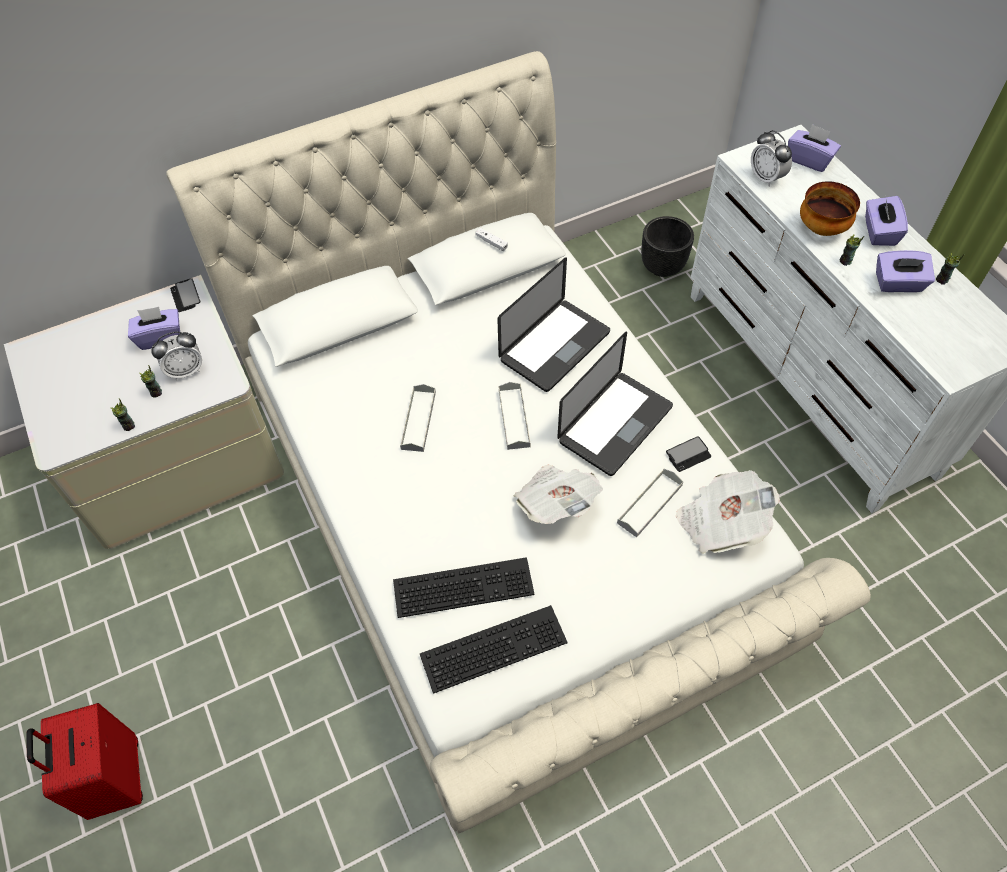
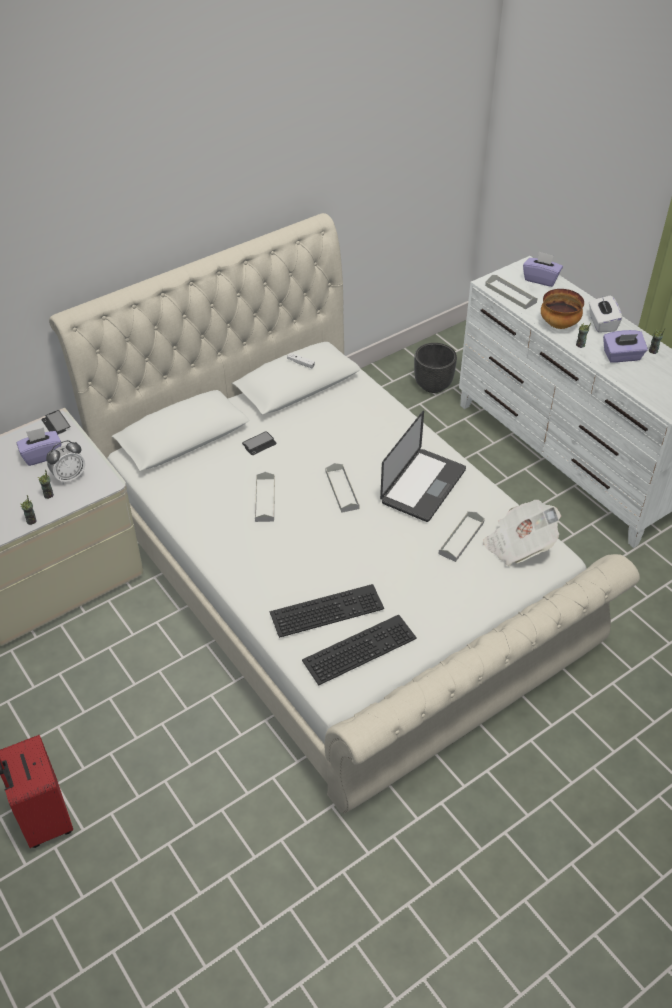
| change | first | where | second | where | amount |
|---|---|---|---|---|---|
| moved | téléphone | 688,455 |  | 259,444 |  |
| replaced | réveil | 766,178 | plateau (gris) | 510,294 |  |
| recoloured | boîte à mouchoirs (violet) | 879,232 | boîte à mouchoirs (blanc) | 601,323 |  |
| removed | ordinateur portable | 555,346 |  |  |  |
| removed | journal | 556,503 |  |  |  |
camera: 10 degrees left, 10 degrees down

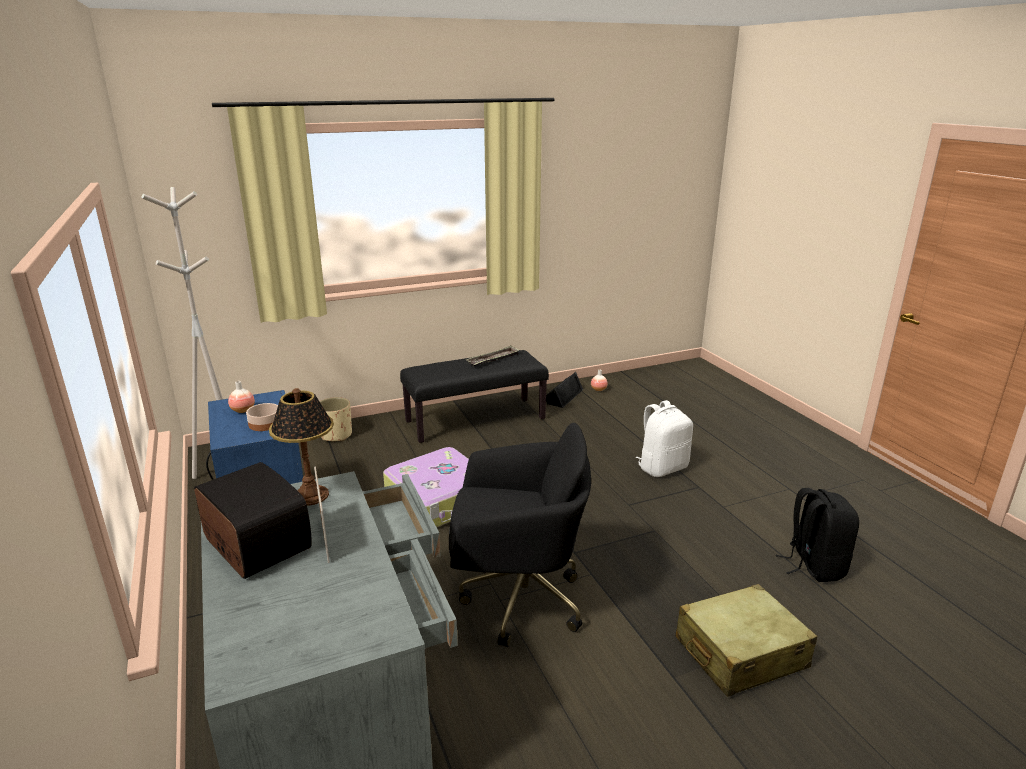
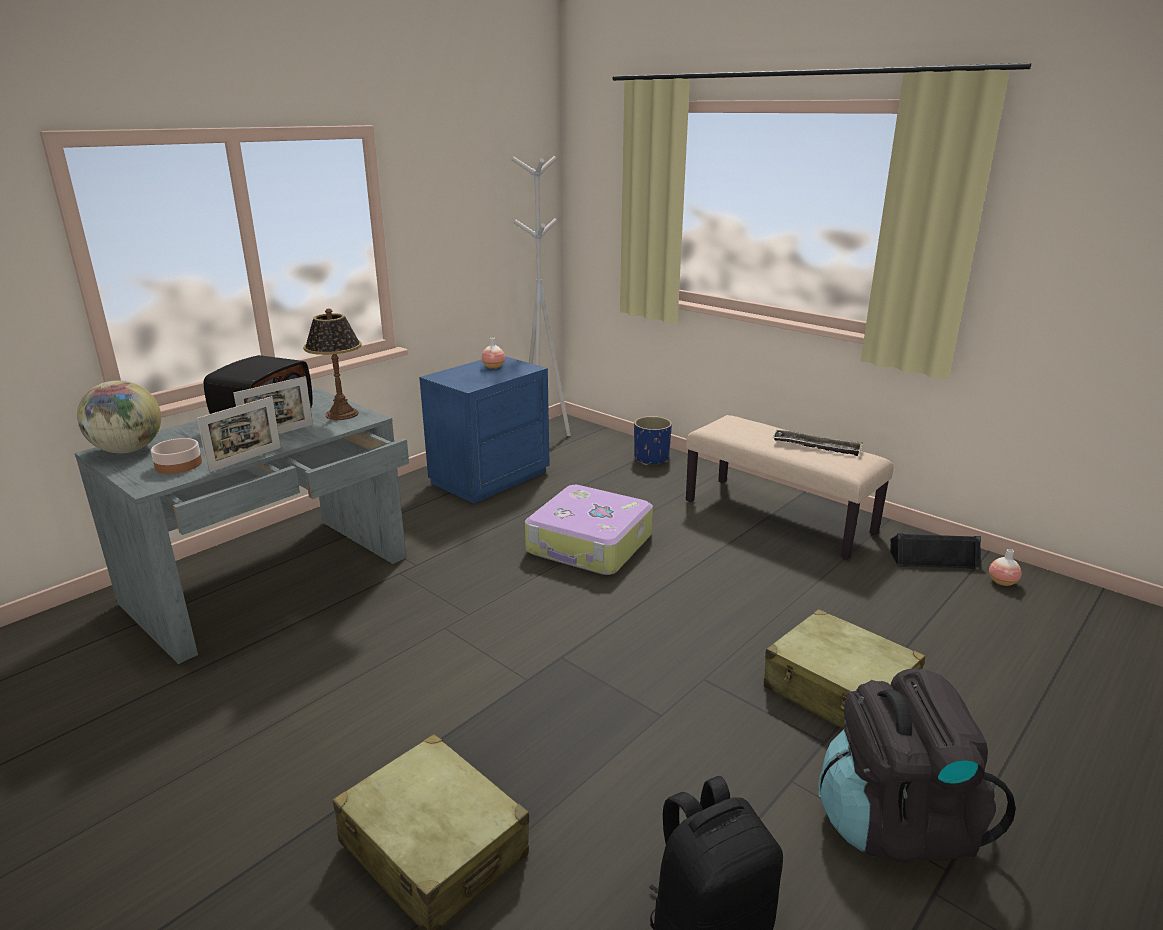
| change | first | where | second | where | amount |
|---|---|---|---|---|---|
| added |  |  | globe | 128,450 |  |
| moved | bol | 265,423 |  | 179,465 |  |
| added |  |  | cadre photo | 245,459 |  |
| recoloured | cache-pot (beige) | 336,435 | cache-pot (bleu) | 651,459 |  |
| recoloured | banc (noir) | 475,419 | banc (beige) | 779,516 |  |
| replaced | sac à dos (blanc) | 662,467 | valise (beige) | 839,692 |  |
| added |  |  | sac à dos (noir) | 897,823 |  |
| removed | chaise de bureau (noir) | 517,602 |  |  |  |
camera: 65 degrees right, 0 degrees up

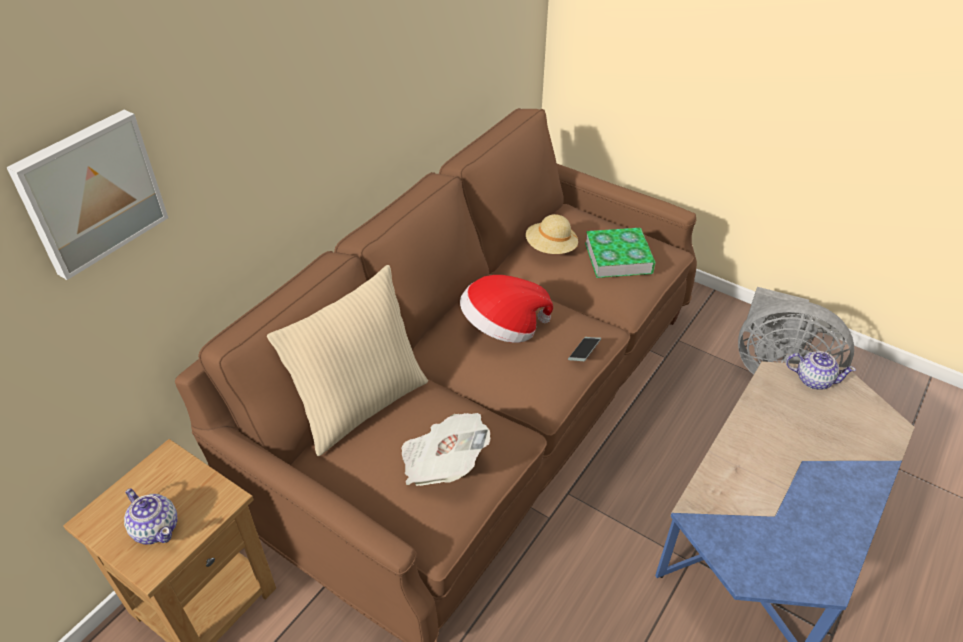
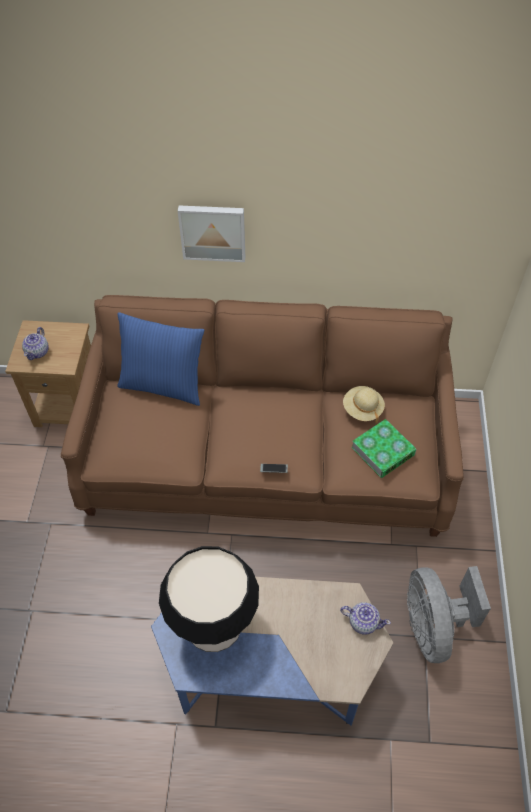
| change | first | where | second | where | amount |
|---|---|---|---|---|---|
| recoloured | coussin (beige) | 360,404 | coussin (bleu) | 163,385 |  |
| added |  |  | lampe de table | 213,624 |  |
| moved | tableau | 90,192 |  | 213,231 |  |
| turned | théière | 813,379 |  | 363,622 | 60 degrees counterclockwise |
| removed | journal | 442,463 |  |  |  |
| removed | chapeau | 502,328 |  |  |  |
camera: 60 degrees right, 10 degrees up

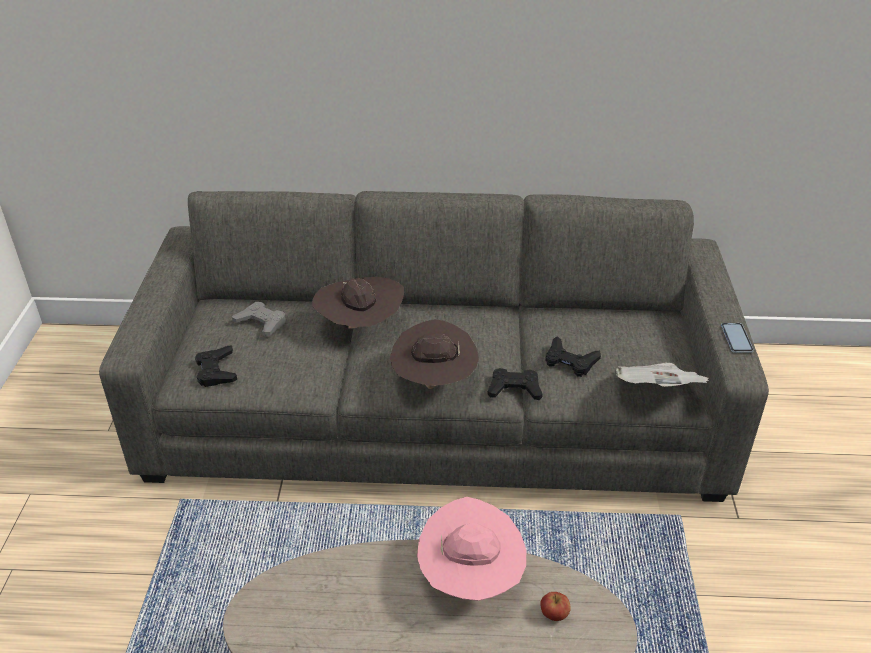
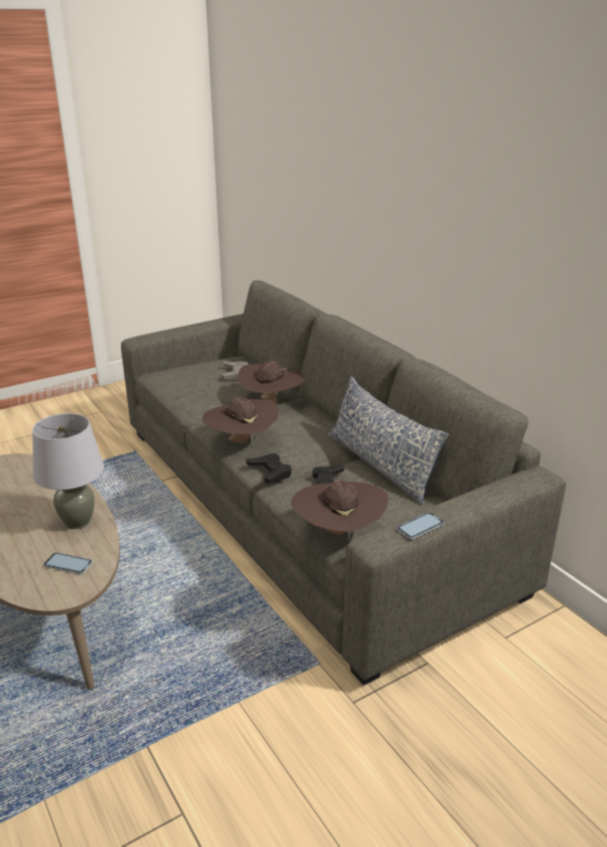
| change | first | where | second | where | amount |
|---|---|---|---|---|---|
| replaced | chapeau (rose) | 471,578 | lampe de table (gris) | 78,522 |  |
| replaced | pomme | 554,615 | téléphone | 68,564 |  |
| replaced | journal | 657,393 | chapeau (marron) | 339,532 |  |
| added |  |  | coussin | 380,465 |  |
| removed | manette (noir) | 216,371 |  |  |  |
camera: 55 degrees right, 10 degrees down

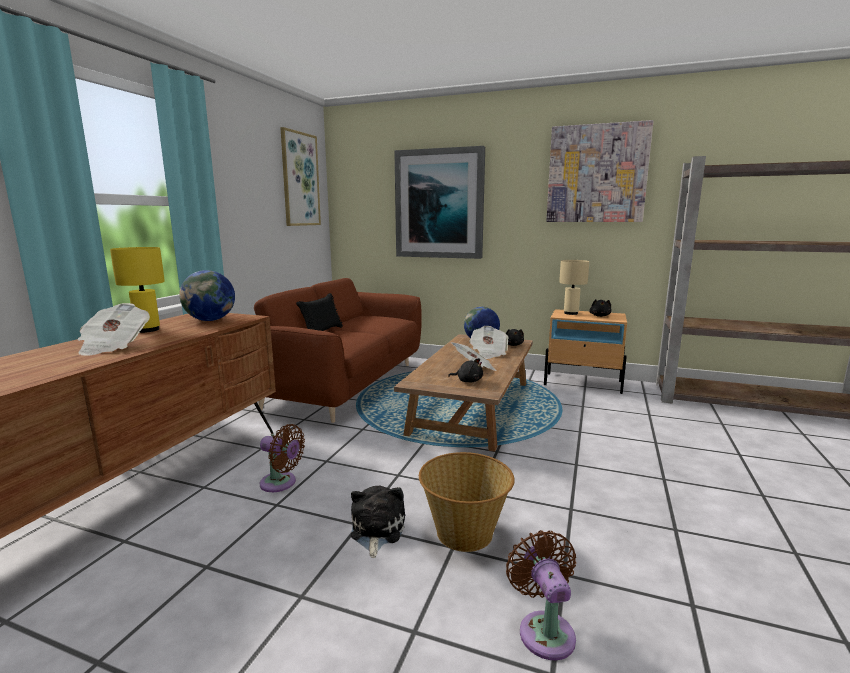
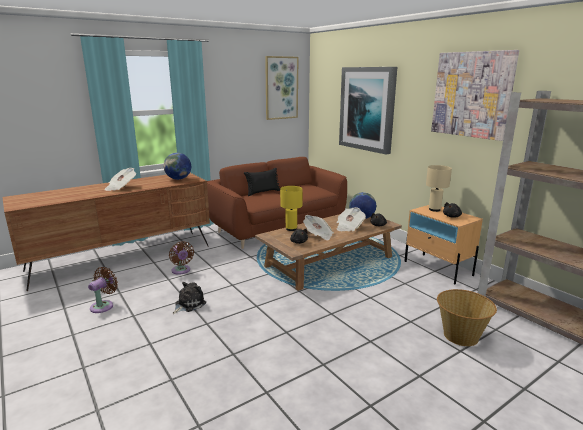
| change | first | where | second | where | amount |
|---|---|---|---|---|---|
| moved | ventilateur (marron) | 544,629 |  | 104,306 |  |
| moved | lampe de table (jaune) | 148,330 |  | 291,229 |  |
| moved | panier | 464,533 |  | 460,336 |  |
camera: 35 degrees right, 5 degrees up

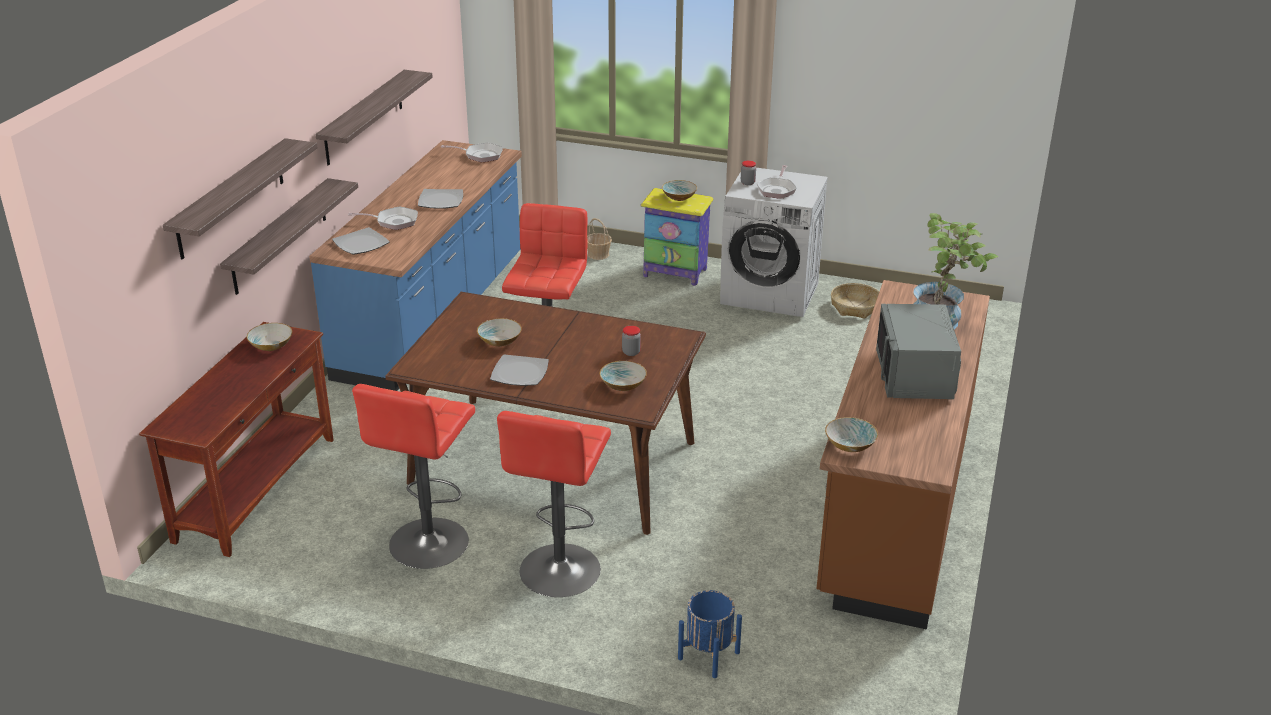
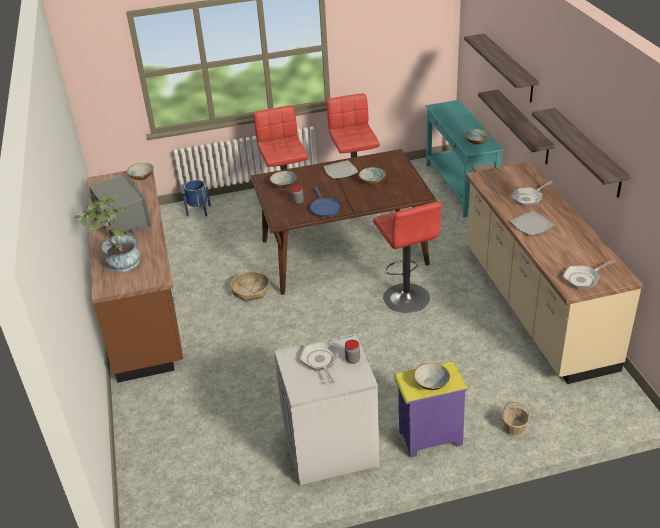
| change | first | where | second | where | amount |
|---|---|---|---|---|---|
| moved | panier | 855,307 |  | 250,291 |  |
| added |  |  | poêle (bleu) | 325,208 |  |
| recoloured | table console (marron) | 256,488 | table console (turquoise) | 460,187 |  |
| recoloured | comptoir de cuisine (bleu) | 433,317 | comptoir de cuisine (beige) | 535,307 |  |
| removed | assiette | 361,244 |  |  |  |
camera: 150 degrees right, 5 degrees up

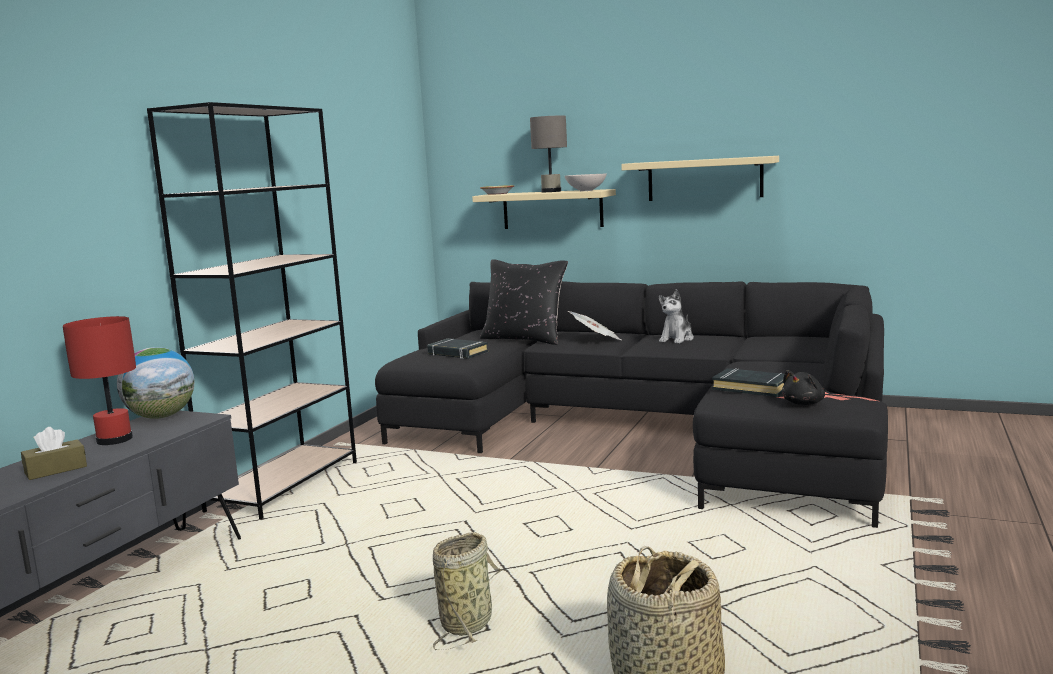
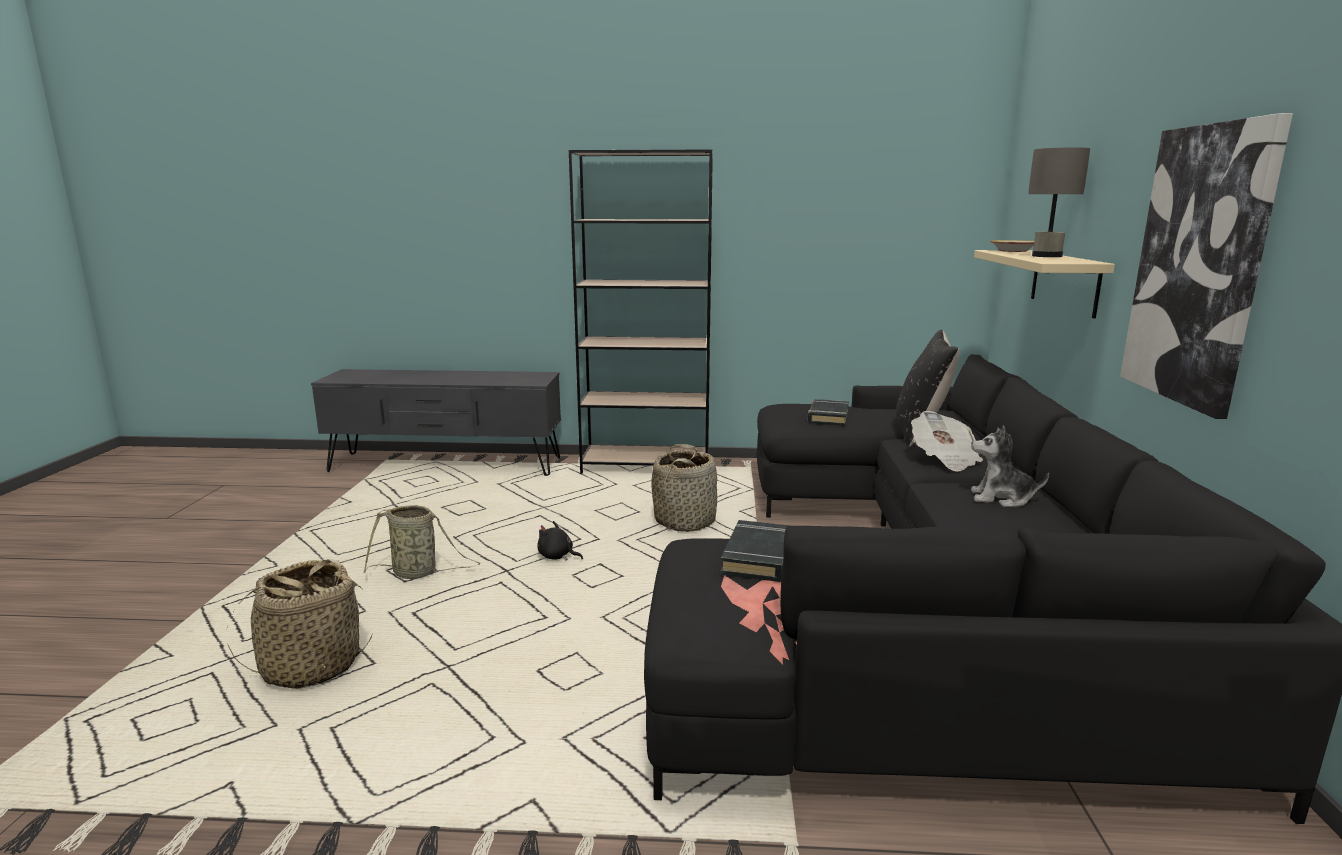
| change | first | where | second | where | amount |
|---|---|---|---|---|---|
| moved | peluche (noir) | 804,403 |  | 557,556 |  |
| added |  |  | panier | 685,521 |  |
| replaced | étagère (beige) | 704,179 | tableau | 1199,266 |  |
| removed | boîte à mouchoirs (marron) | 56,470 |  |  |  |
| removed | lampe de table (rouge) | 115,439 |  |  |  |
| removed | globe | 161,417 |  |  |  |
| removed | bol (blanc) | 585,191 |  |  |  |
camera: 70 degrees right, 5 degrees up

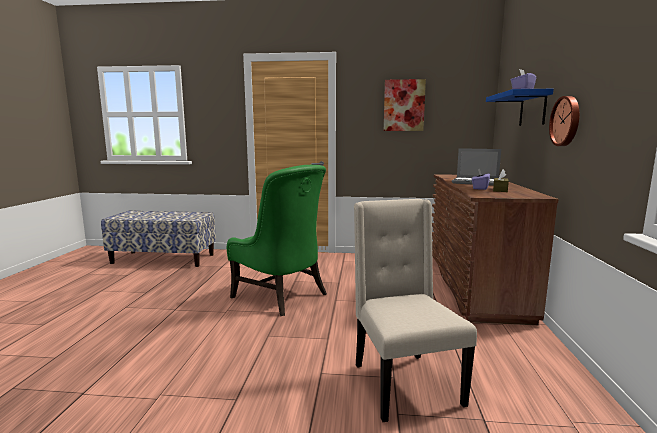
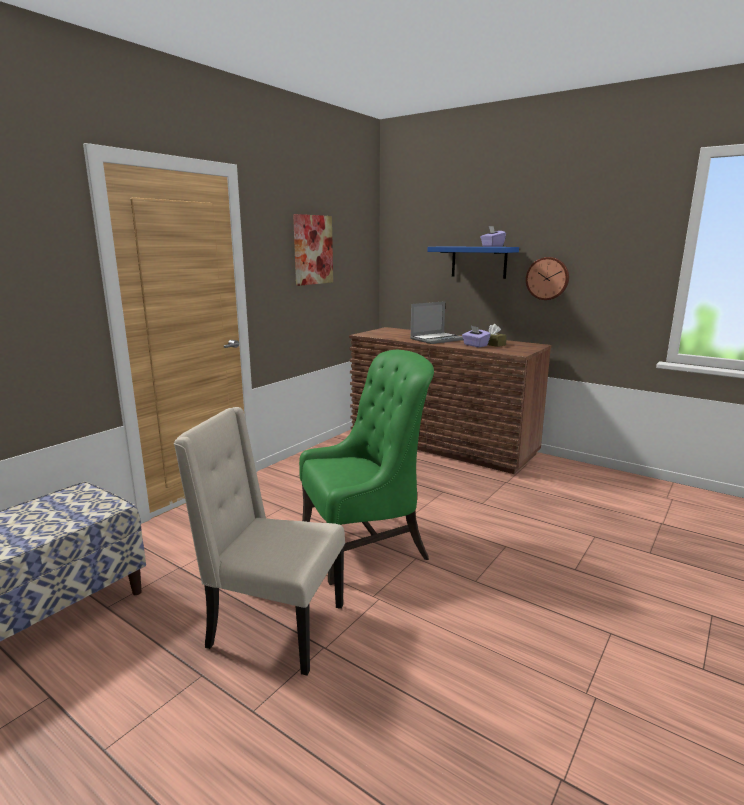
| change | first | where | second | where | amount |
|---|---|---|---|---|---|
| moved | chaise (beige) | 403,383 |  | 273,627 |  |
camera: 60 degrees left, 5 degrees up

